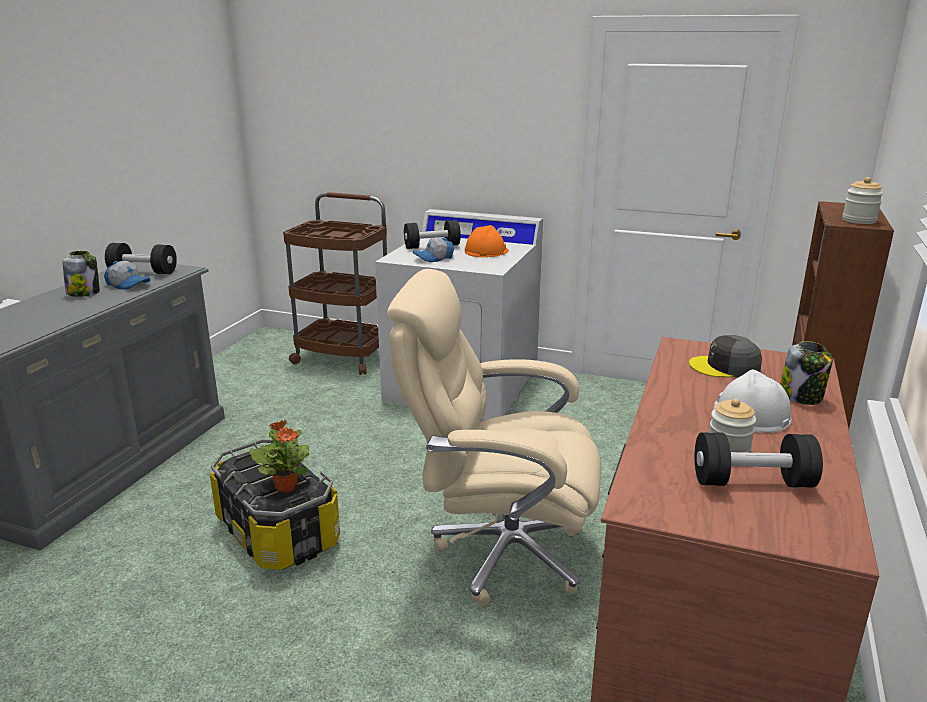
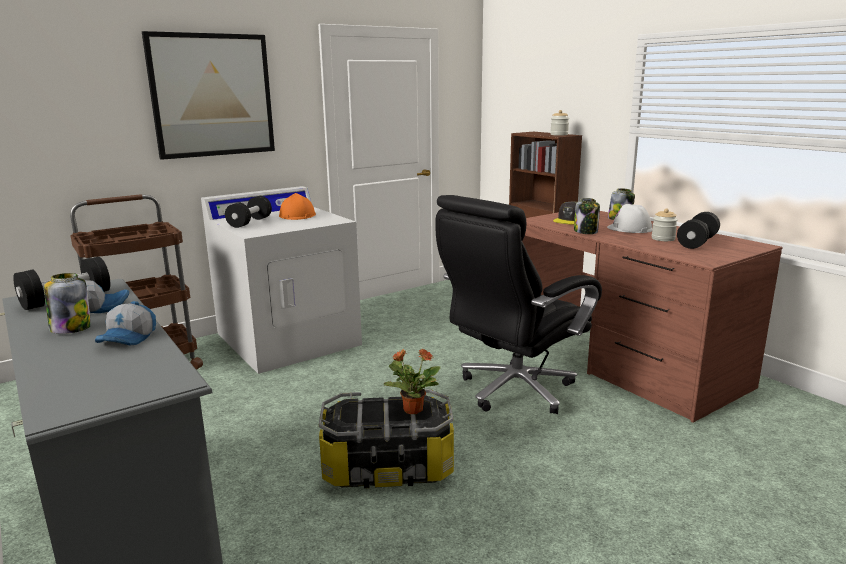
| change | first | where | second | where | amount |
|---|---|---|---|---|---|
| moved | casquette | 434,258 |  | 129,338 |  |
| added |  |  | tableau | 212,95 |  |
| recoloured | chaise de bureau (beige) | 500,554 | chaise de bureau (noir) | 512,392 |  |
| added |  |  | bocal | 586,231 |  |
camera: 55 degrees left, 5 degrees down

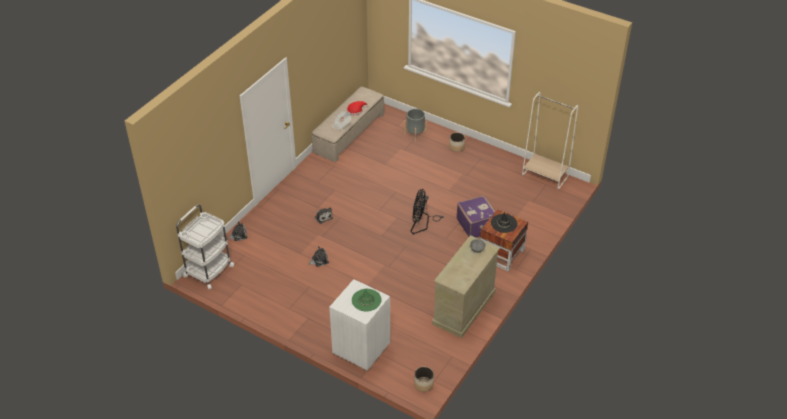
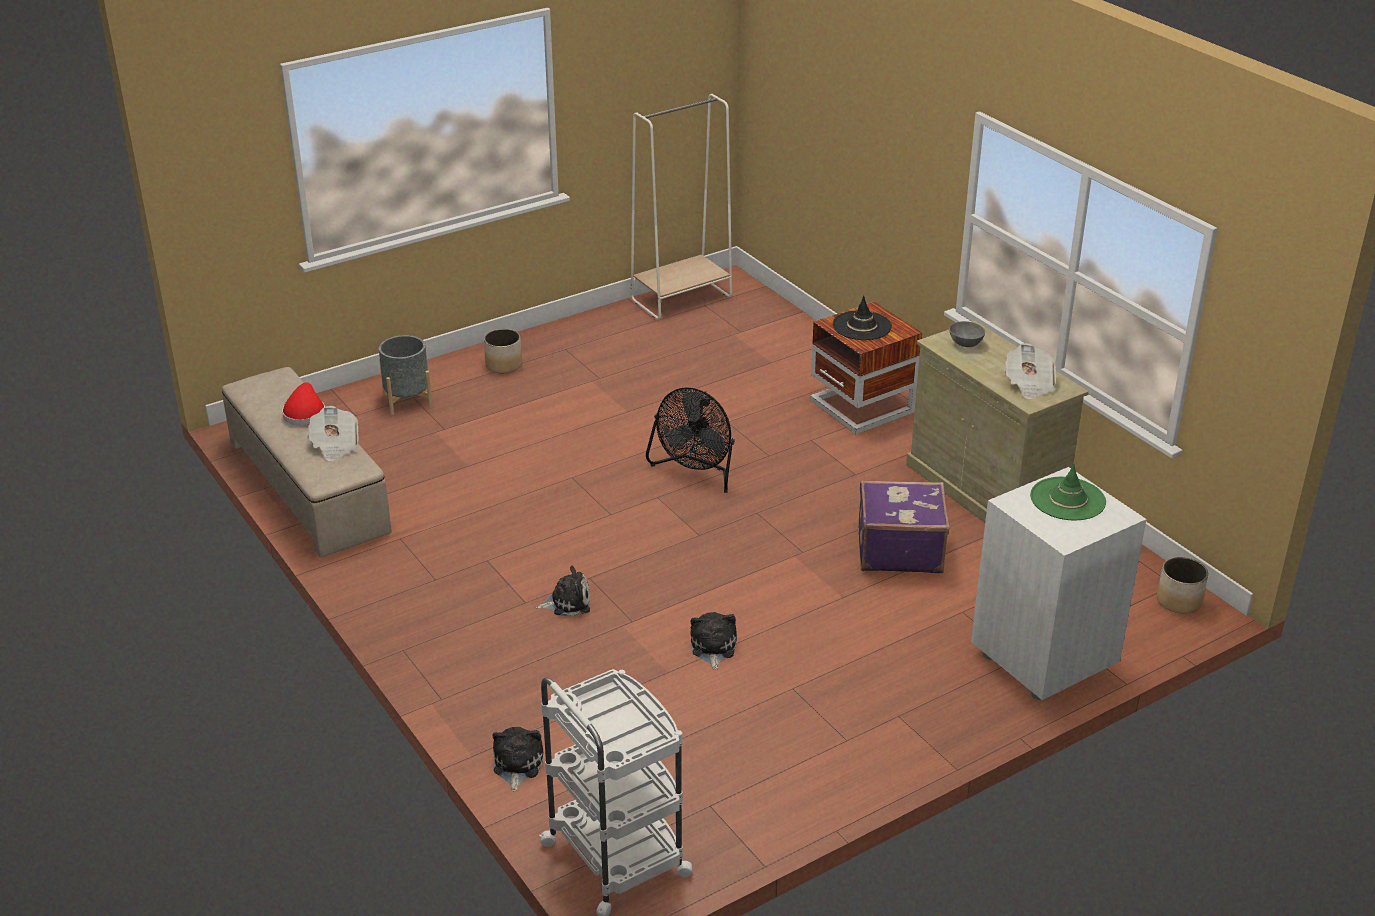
| change | first | where | second | where | amount |
|---|---|---|---|---|---|
| moved | valise (violet) | 476,225 |  | 899,550 |  |
| added |  |  | journal | 1029,384 |  |
camera: 65 degrees left, 10 degrees down

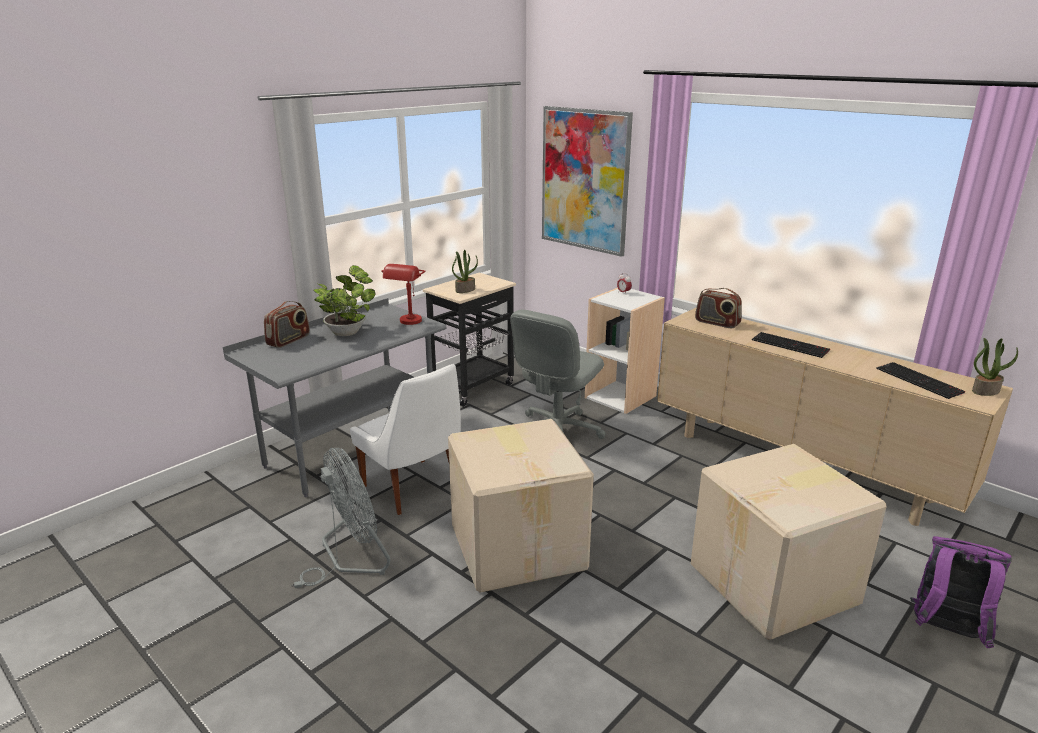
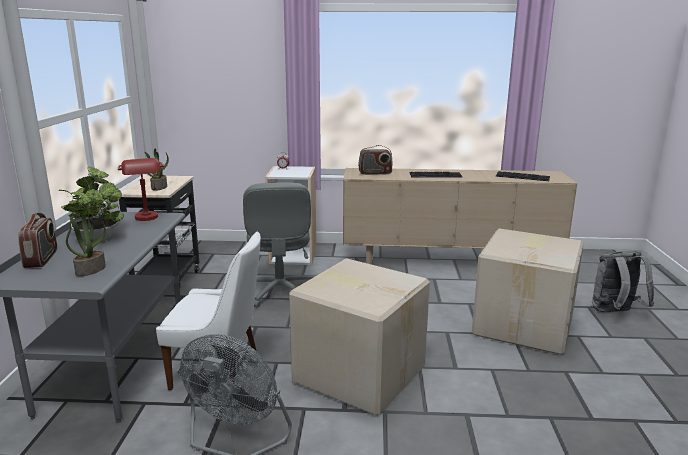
| change | first | where | second | where | amount |
|---|---|---|---|---|---|
| moved | plante en pot | 985,390 |  | 90,270 |  |
| recoloured | sac à dos (violet) | 946,632 | sac à dos (gris) | 615,313 |  |
| removed | tableau | 584,180 |  |  |  |
camera: 40 degrees left, 5 degrees down

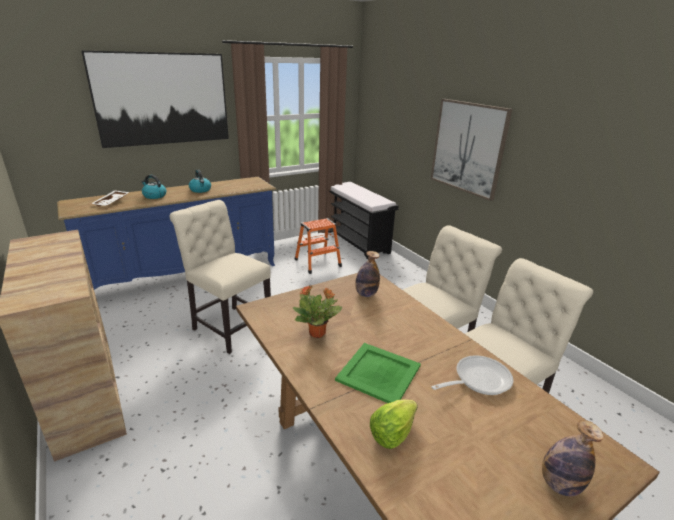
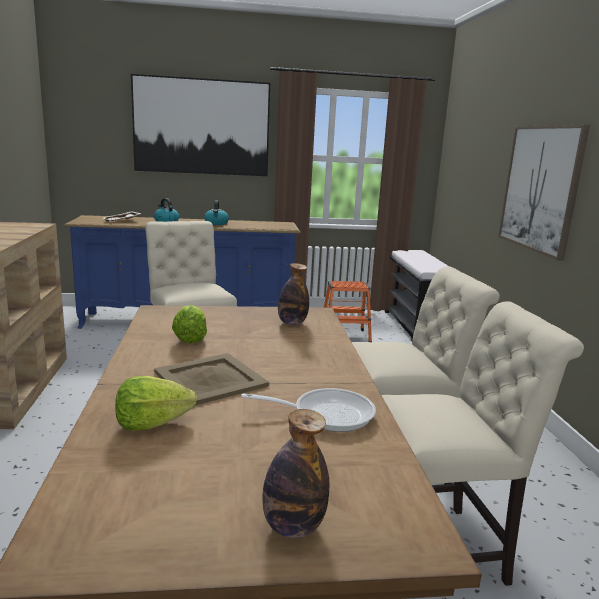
| change | first | where | second | where | amount |
|---|---|---|---|---|---|
| recoloured | plateau (vert) | 379,373 | plateau (beige) | 211,379 |  |
| replaced | plante en pot | 317,333 | laitue | 190,338 |  |
camera: 25 degrees right, 10 degrees down

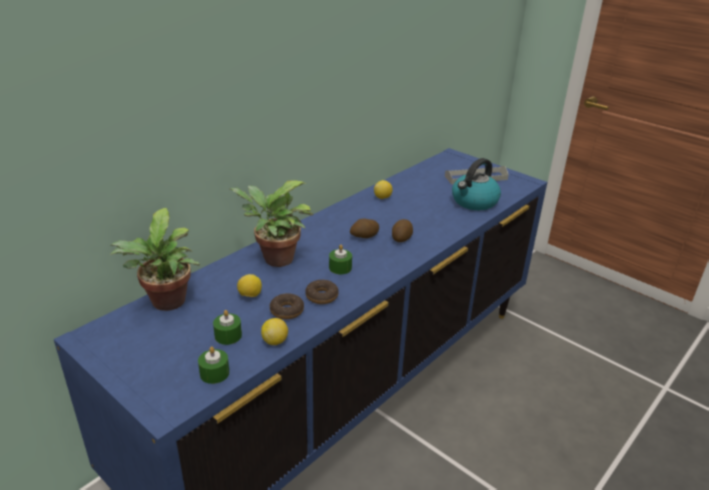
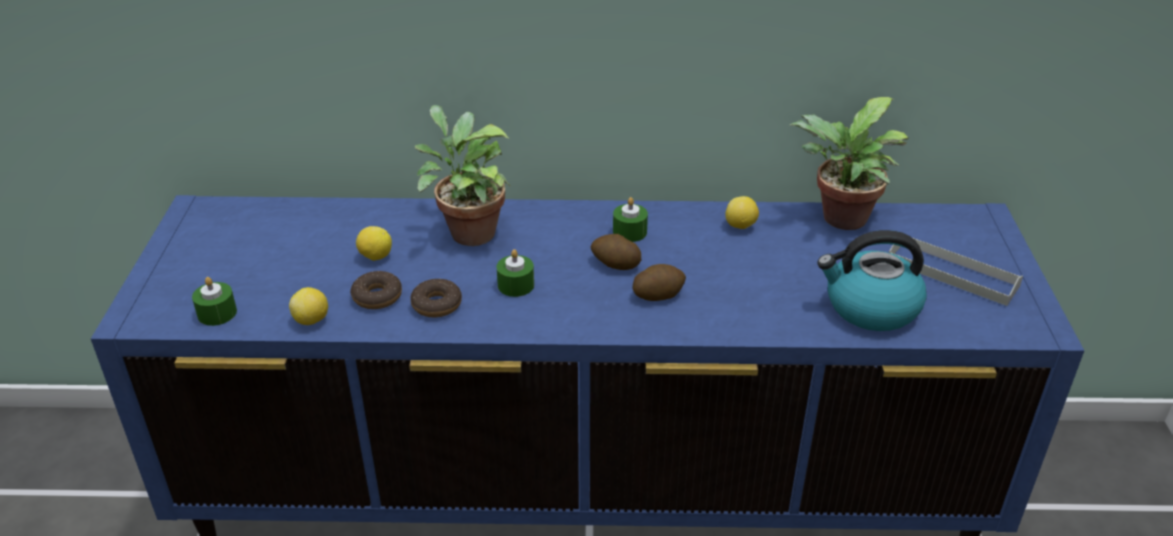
| change | first | where | second | where | amount |
|---|---|---|---|---|---|
| moved | bougie (vert) | 228,335 |  | 629,232 |  |
| moved | plante en pot | 167,304 |  | 840,220 |  |
camera: 50 degrees right, 5 degrees up

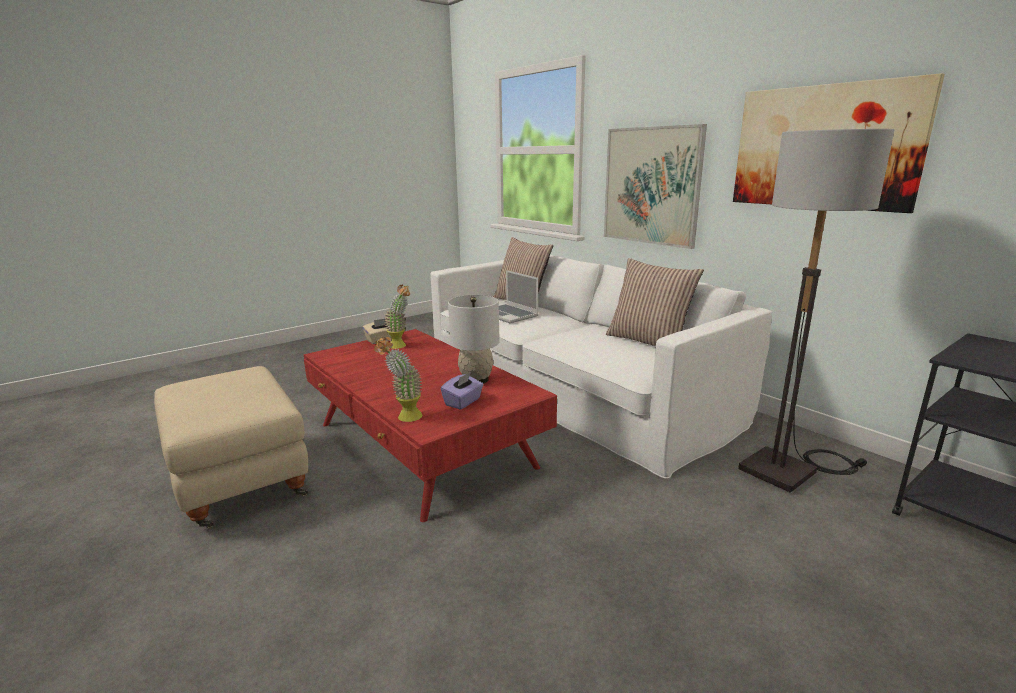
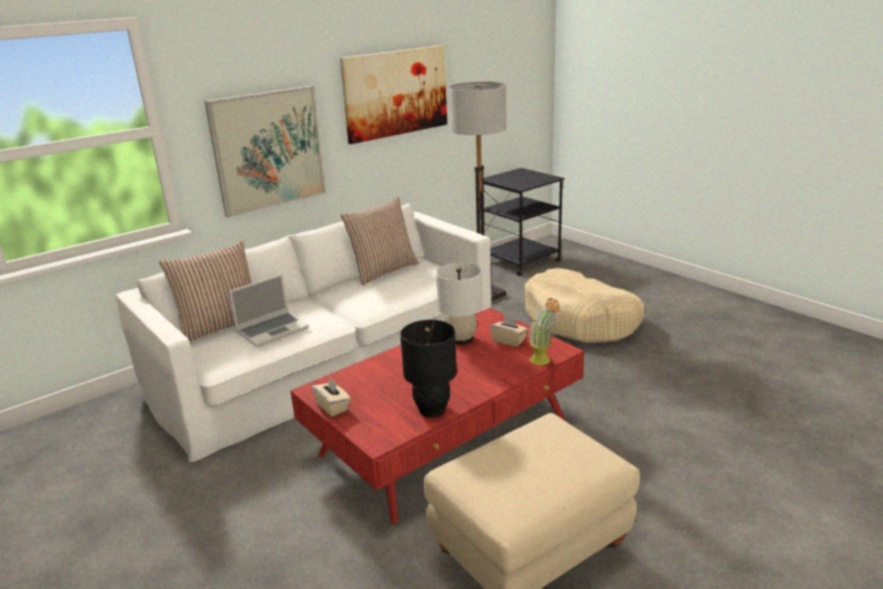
| change | first | where | second | where | amount |
|---|---|---|---|---|---|
| added |  |  | lampe de table (noir) | 432,410 |  |
| recoloured | boîte à mouchoirs (violet) | 463,402 | boîte à mouchoirs (beige) | 509,341 |  |
| added |  |  | panier pour chien (beige) | 580,320 |  |
| removed | plante en pot | 401,346 |  |  |  |
camera: 90 degrees left, 5 degrees up

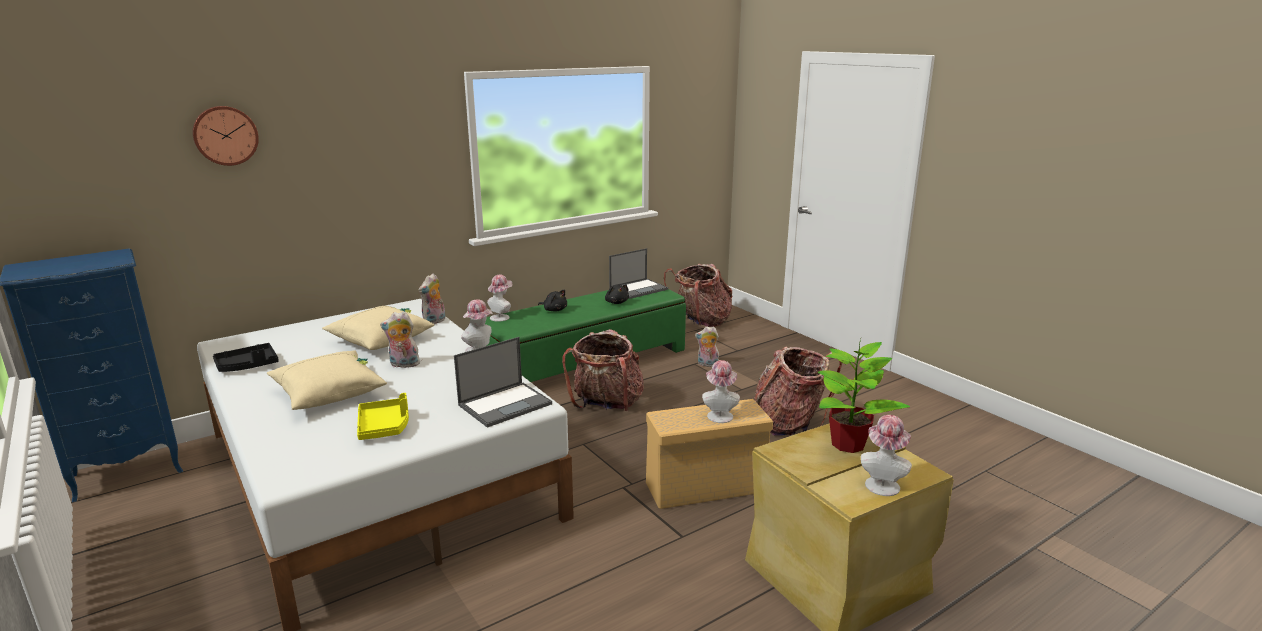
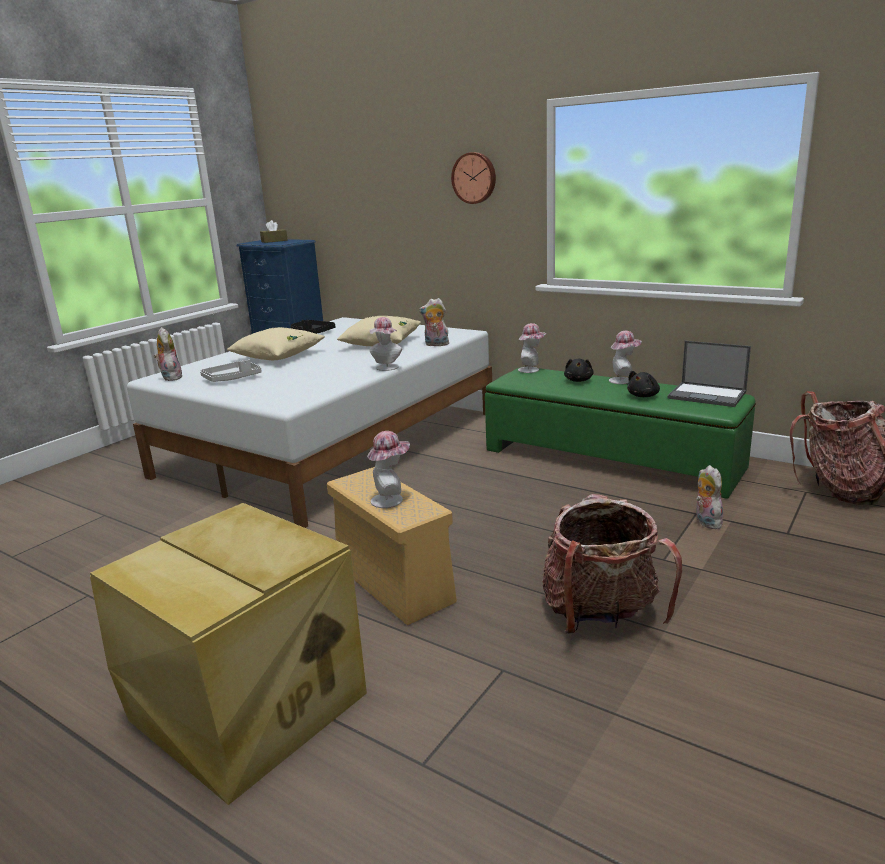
| change | first | where | second | where | amount |
|---|---|---|---|---|---|
| moved | peluche | 403,365 |  | 170,377 |  |
| recoloured | plateau (jaune) | 384,426 | plateau (gris) | 232,378 |  |
| added |  |  | boîte à mouchoirs (marron) | 274,241 |  |
| moved | horloge murale | 225,135 |  | 474,178 |  |
| moved | chapeau | 882,483 |  | 623,380 |  |
| removed | ordinateur portable | 506,404 |  |  |  |
| removed | sac à dos | 607,404 |  |  |  |
| removed | plante en pot | 848,444 |  |  |  |
camera: 70 degrees right, 0 degrees up

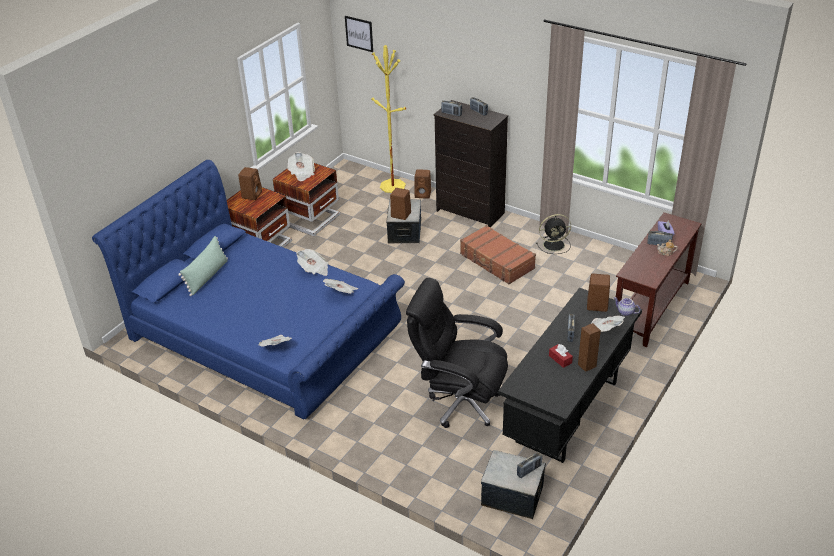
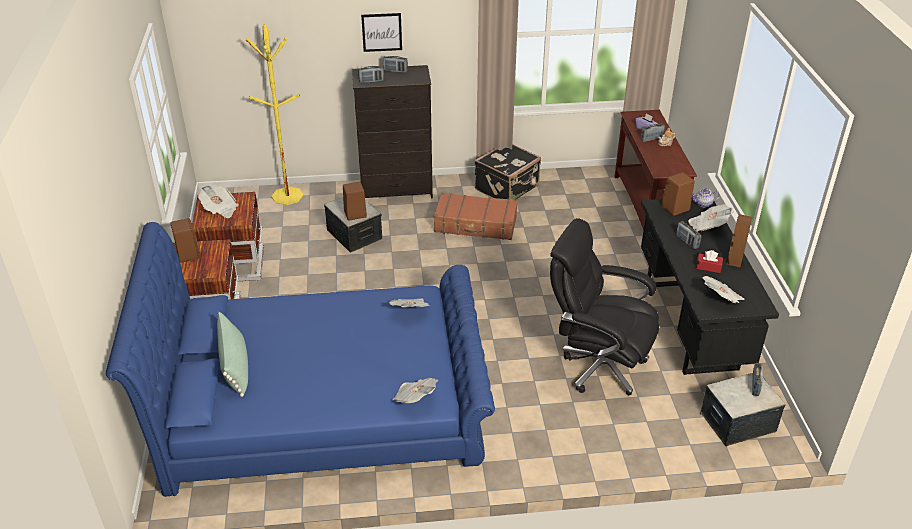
| change | first | where | second | where | amount |
|---|---|---|---|---|---|
| moved | tableau | 359,33 |  | 382,32 |  |
| replaced | ventilateur (noir) | 555,245 | valise (noir) | 508,188 |  |
| turned | chaise de bureau (noir) | 460,403 |  | 598,366 | 45 degrees clockwise |
| moved | journal | 314,269 |  | 721,299 |  |
| removed | enceinte (marron) | 423,194 |  |  |  |
camera: 40 degrees left, 0 degrees up

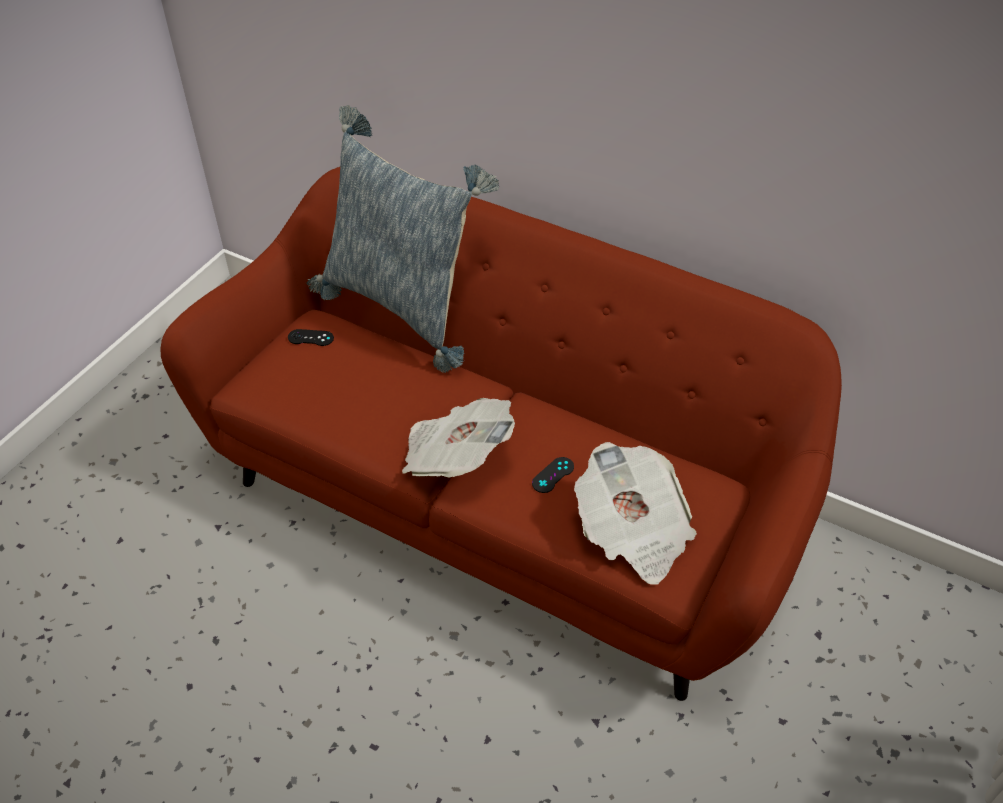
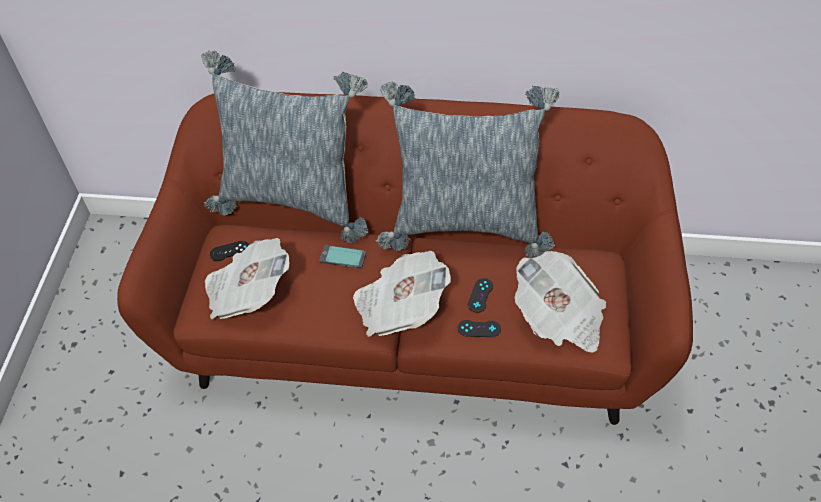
| change | first | where | second | where | amount |
|---|---|---|---|---|---|
| added |  |  | journal | 248,293 |  |
| added |  |  | téléphone | 343,257 |  |
| added |  |  | coussin | 465,230 |  |
| added |  |  | manette (noir) | 479,328 |  |
camera: 20 degrees left, 5 degrees up

